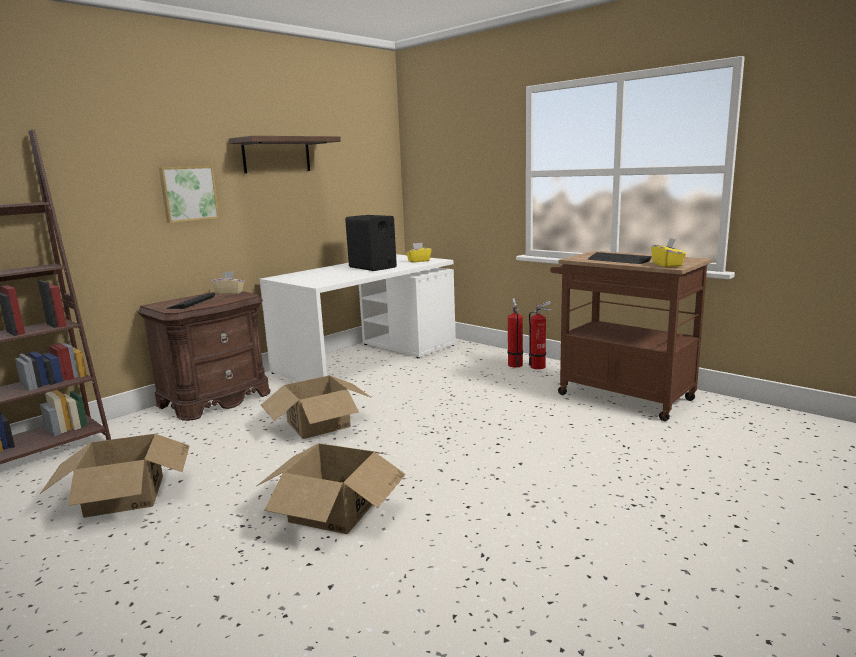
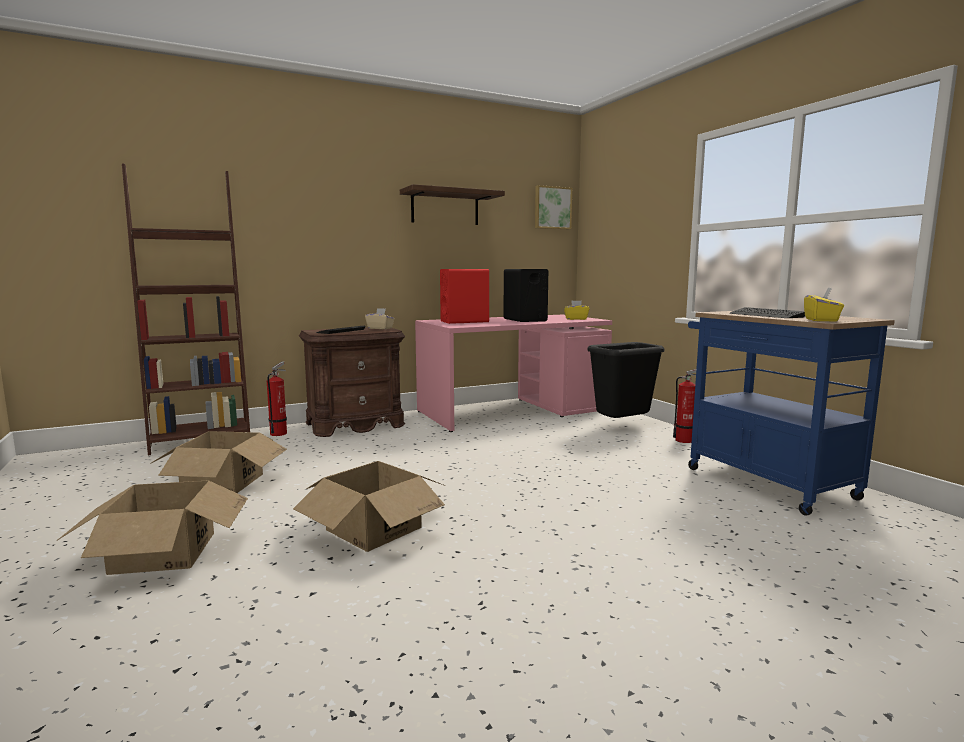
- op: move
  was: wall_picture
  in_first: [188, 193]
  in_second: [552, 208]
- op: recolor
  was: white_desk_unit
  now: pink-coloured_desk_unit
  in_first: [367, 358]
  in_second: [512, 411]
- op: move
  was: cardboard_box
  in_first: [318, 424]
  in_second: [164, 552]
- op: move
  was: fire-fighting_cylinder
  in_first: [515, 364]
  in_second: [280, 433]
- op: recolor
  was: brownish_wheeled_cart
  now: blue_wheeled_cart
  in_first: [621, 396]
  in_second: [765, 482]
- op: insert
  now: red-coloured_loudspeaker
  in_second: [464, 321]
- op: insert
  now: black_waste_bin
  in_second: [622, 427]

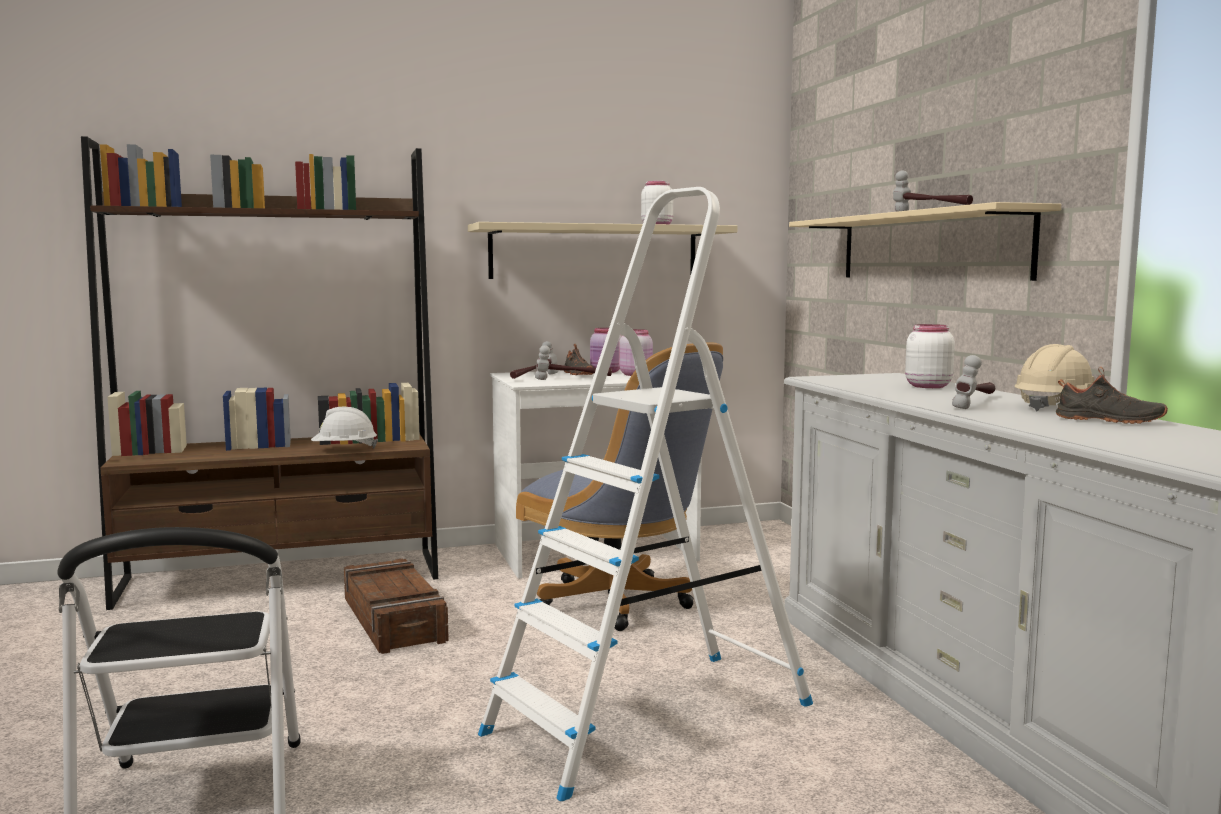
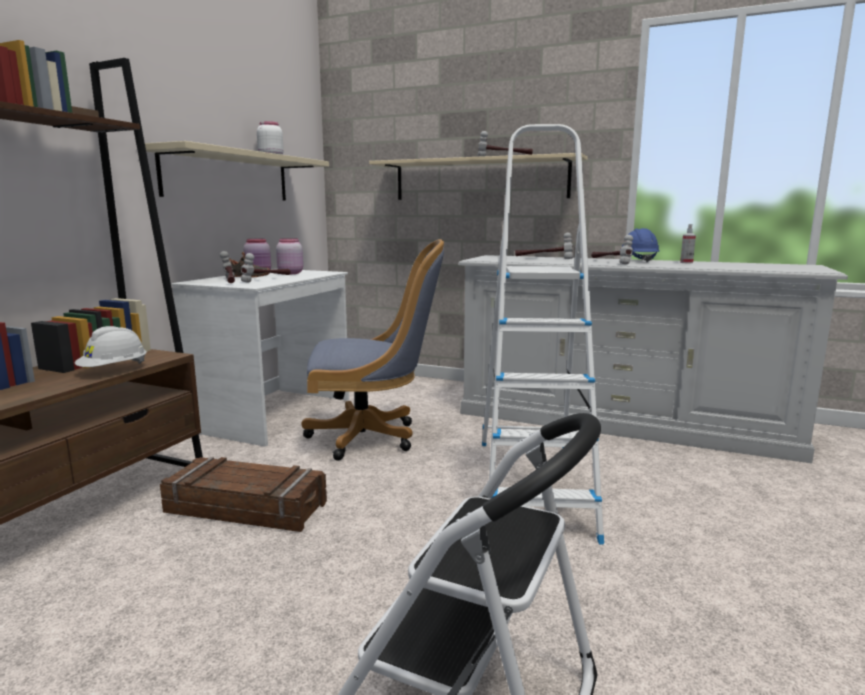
- op: replace
  was: white_storage_jar
  now: tool_hammer
  in_first: [927, 386]
  in_second: [544, 258]
- op: recolor
  was: beige-coloured_work_helmet
  now: blue_work_helmet
  in_first: [1054, 407]
  in_second: [638, 260]
- op: replace
  was: black_shoe
  now: hand_sprayer
  in_first: [1109, 421]
  in_second: [686, 262]

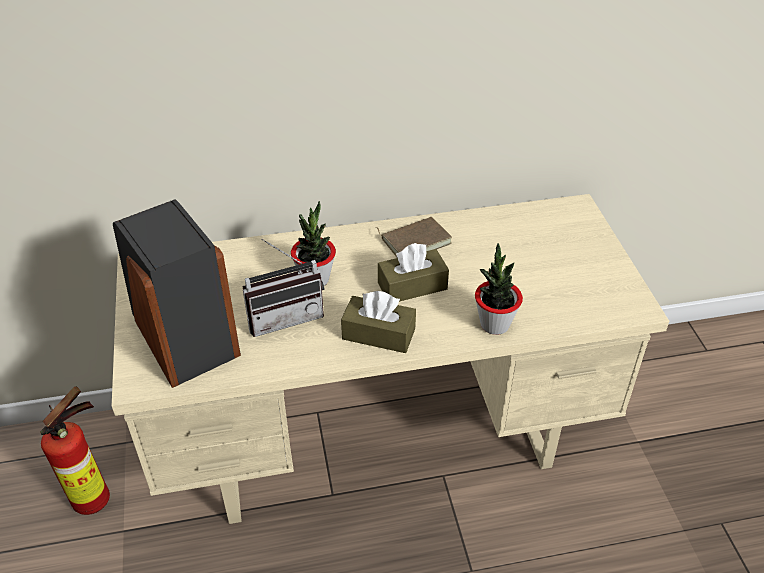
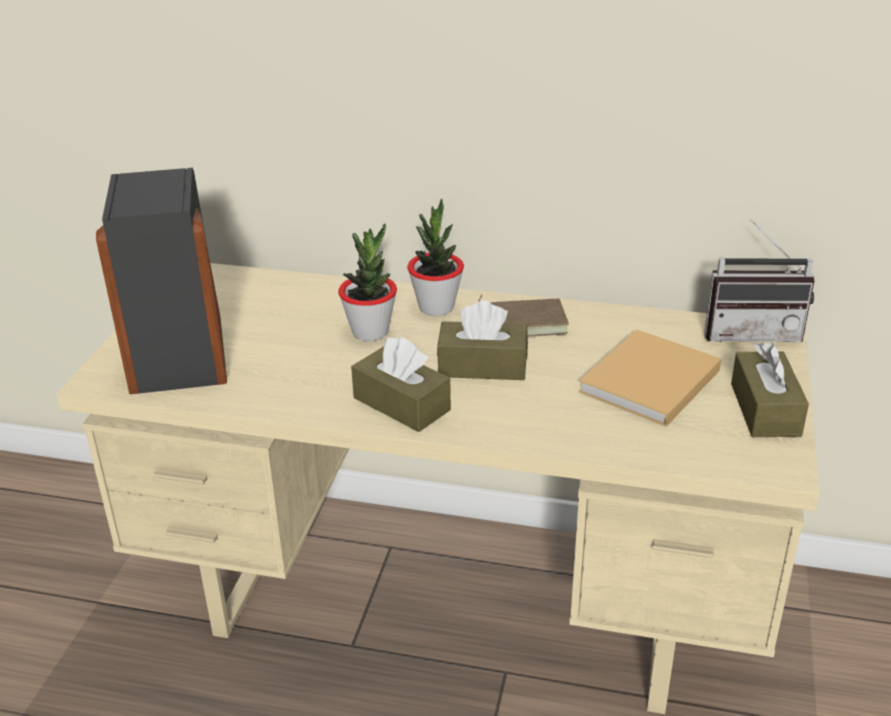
- op: delete
  was: fire-fighting_cylinder
  in_first: [97, 497]
- op: move
  was: radio_receiver
  in_first: [284, 316]
  in_second: [751, 332]
- op: move
  was: houseplant
  in_first: [494, 324]
  in_second: [436, 307]
- op: insert
  now: beige-coloured_book
  in_second: [647, 383]
- op: insert
  now: brownish_tissue_holder
  in_second: [765, 409]

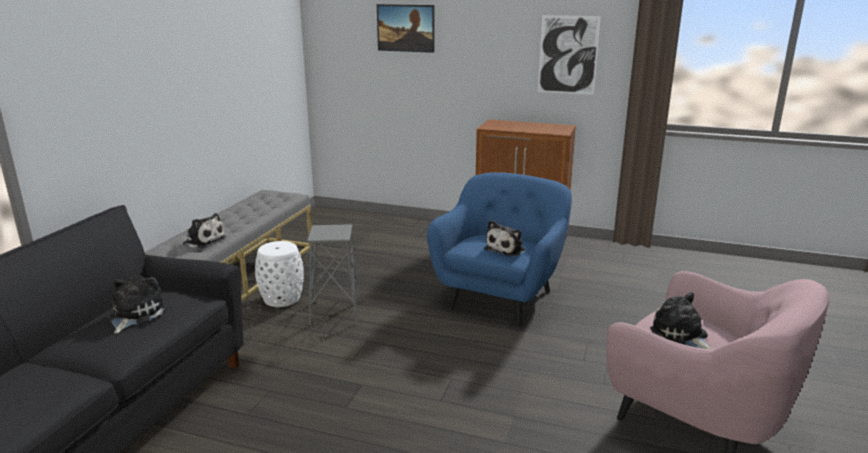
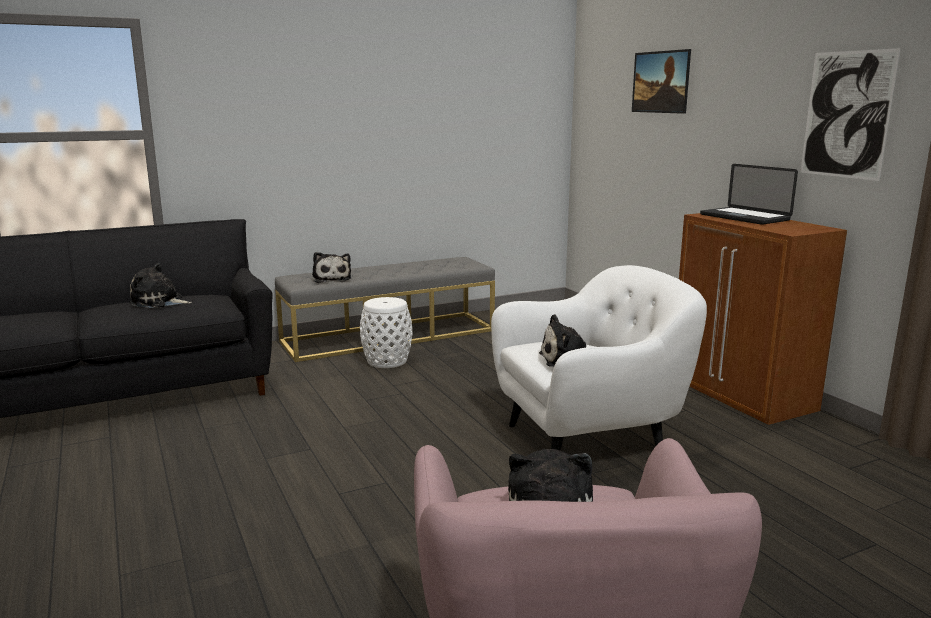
- op: rotate
  was: cuddly_toy
  in_first: [135, 315]
  in_second: [159, 302]
  clockwise: -135
- op: delete
  was: grey_stool_seat
  in_first: [336, 312]
- op: recolor
  was: blue_armchair
  now: white_armchair
  in_first: [501, 297]
  in_second: [589, 437]
- op: insert
  now: portable_computer
  in_second: [744, 217]

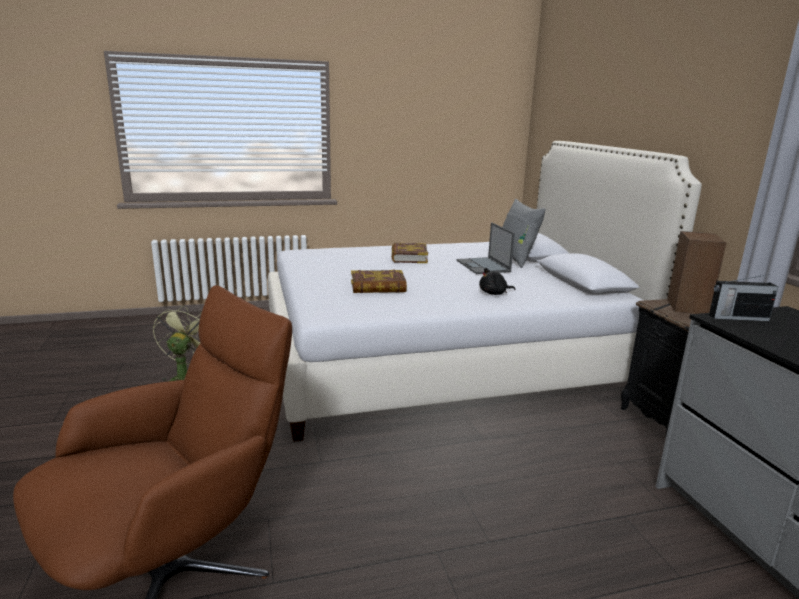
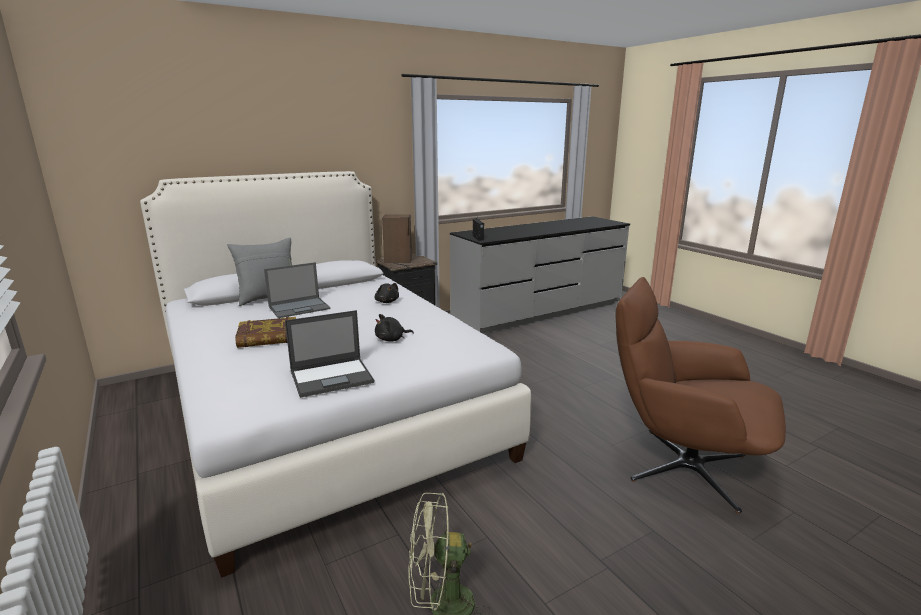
- op: replace
  was: book
  now: black_cuddly_toy
  in_first: [378, 287]
  in_second: [391, 339]
- op: insert
  now: portable_computer
  in_second: [333, 377]

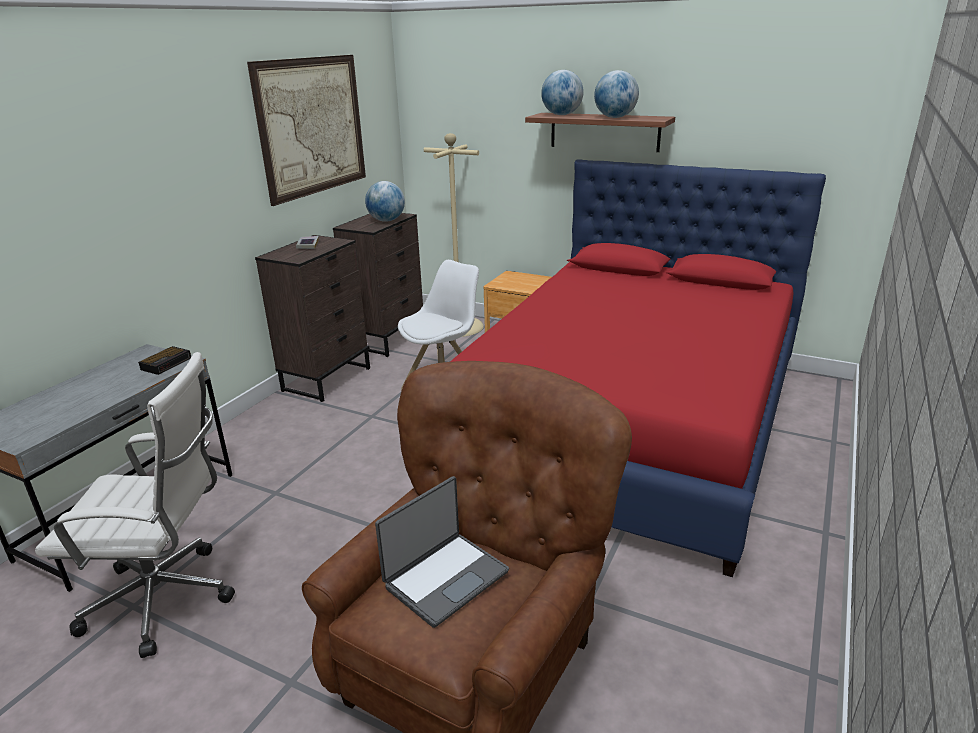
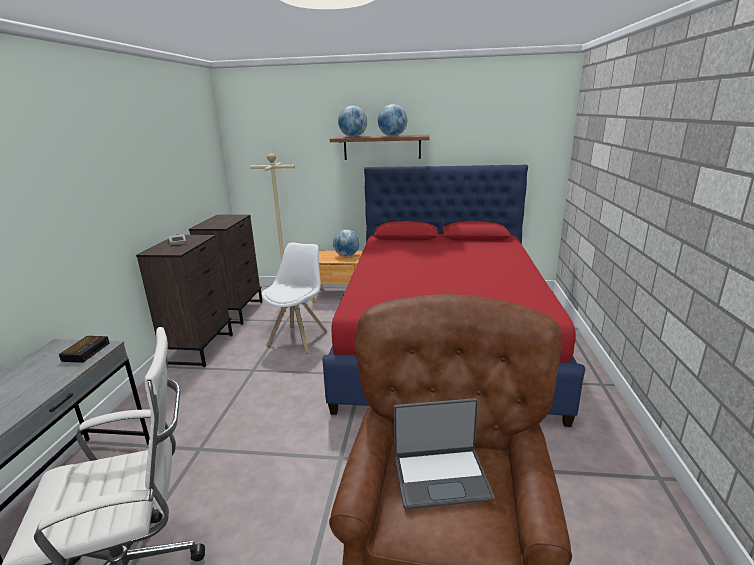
- op: delete
  was: wall_picture
  in_first: [312, 126]
- op: move
  was: world_globe
  in_first: [386, 221]
  in_second: [346, 255]
- op: rotate
  was: portable_computer
  in_first: [445, 578]
  in_second: [441, 477]
  clockwise: 60

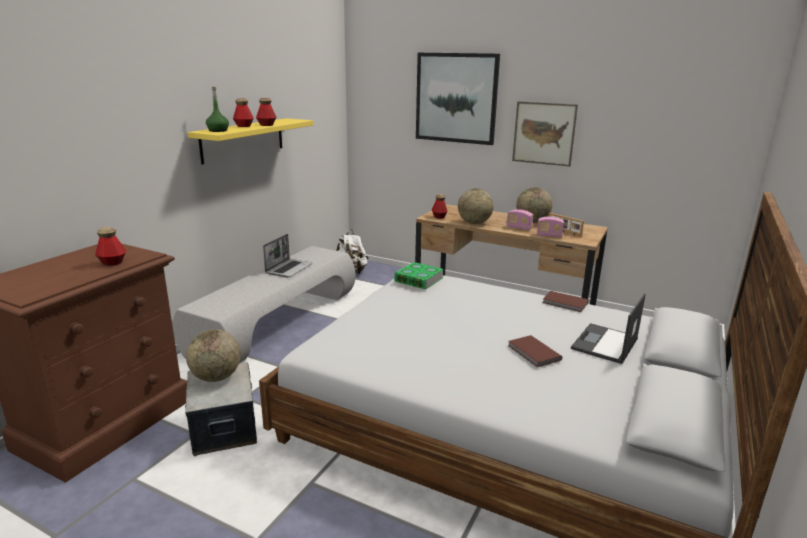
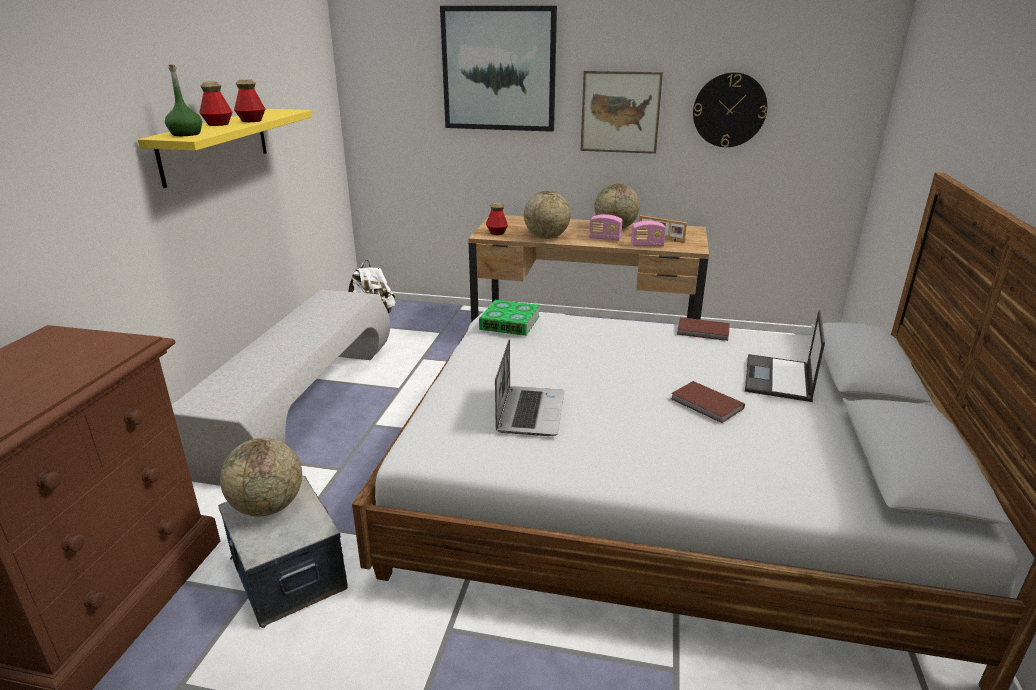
- op: delete
  was: drink_bottle
  in_first: [112, 262]
- op: move
  was: portable_computer
  in_first: [289, 269]
  in_second: [529, 412]
- op: insert
  now: clock_on_the_wall
  in_second: [729, 110]

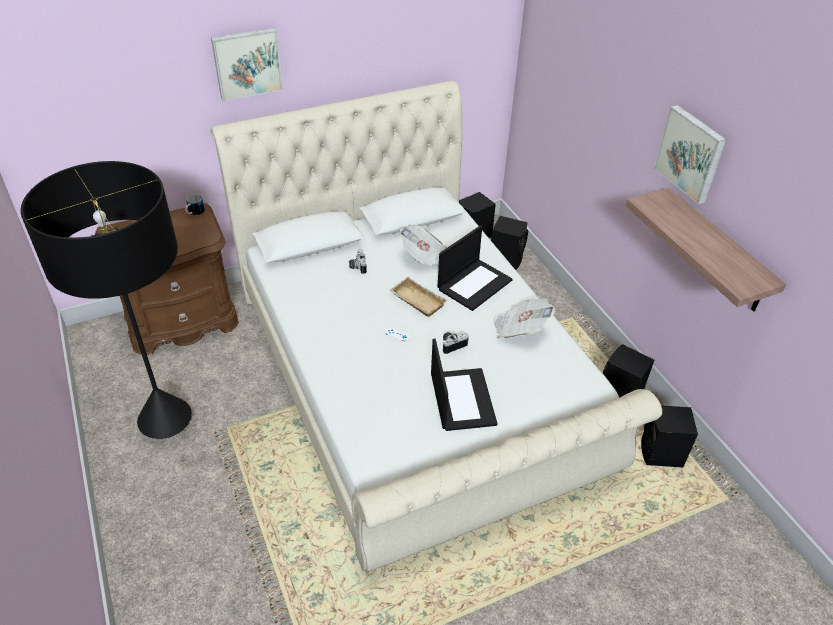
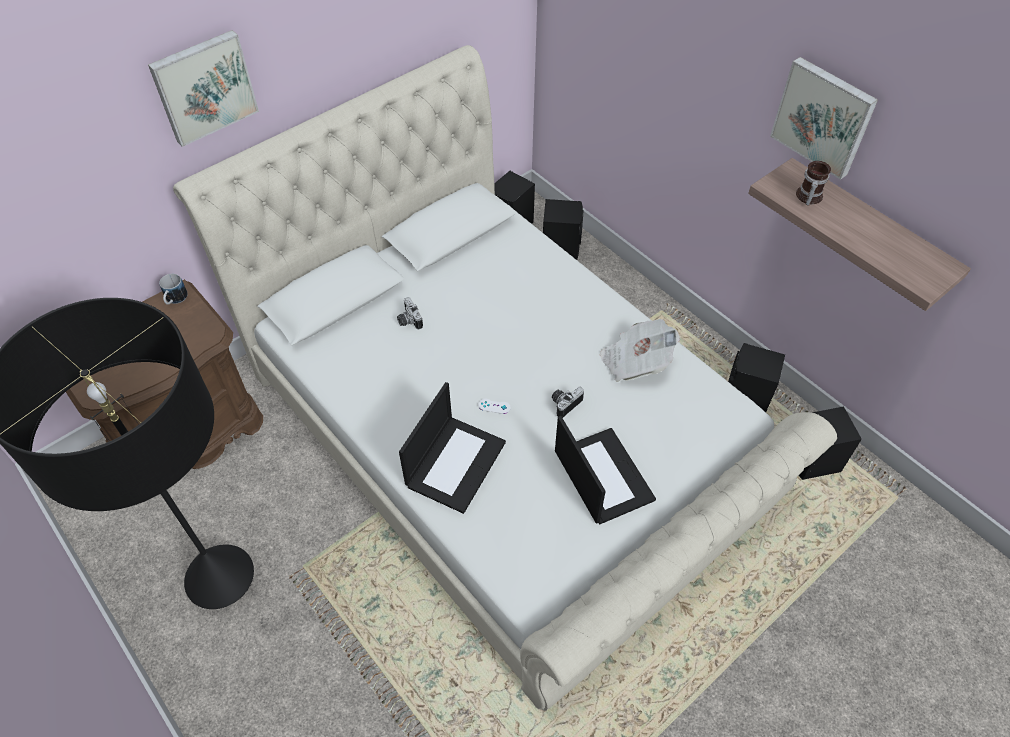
- op: delete
  was: beige-coloured_carrying_tray
  in_first: [416, 301]
- op: delete
  was: newspaper
  in_first: [425, 258]
- op: move
  was: portable_computer
  in_first: [474, 284]
  in_second: [455, 462]
- op: insert
  now: tea_mug
  in_second: [807, 197]

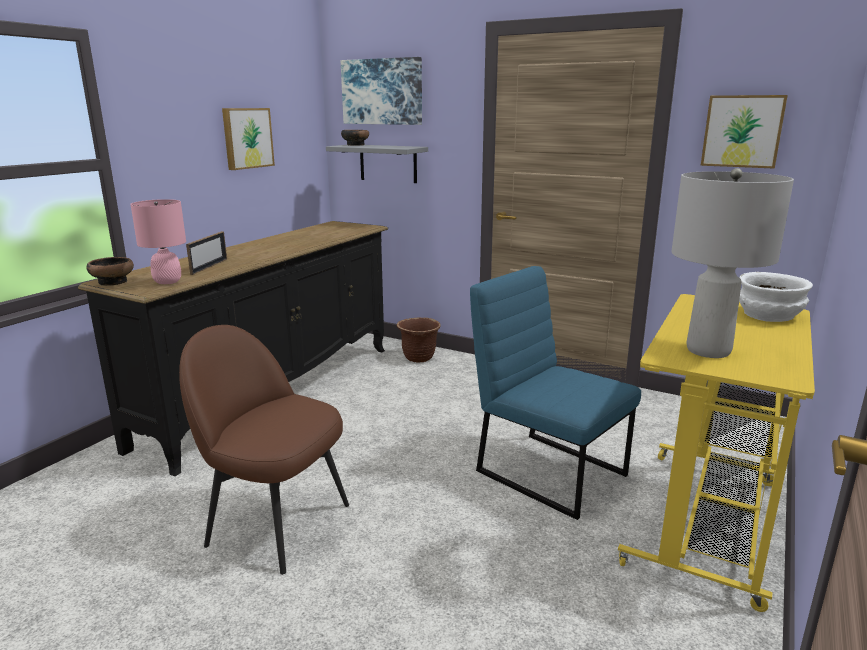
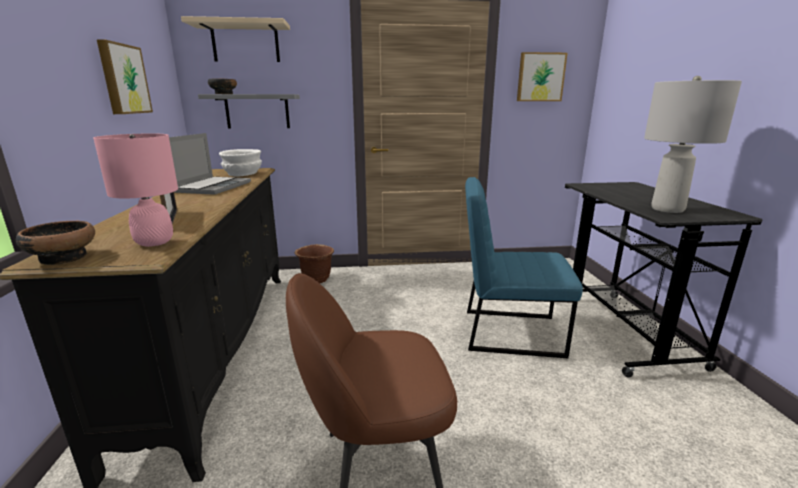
- op: replace
  was: wall_picture
  now: beige-coloured_shelf
  in_first: [382, 92]
  in_second: [245, 43]
- op: recolor
  was: yellow-coloured_desk_unit
  now: black_desk_unit
  in_first: [703, 522]
  in_second: [620, 331]
- op: move
  was: white_bowl
  in_first: [769, 315]
  in_second: [243, 174]
- op: insert
  now: portable_computer
  in_second: [212, 187]

